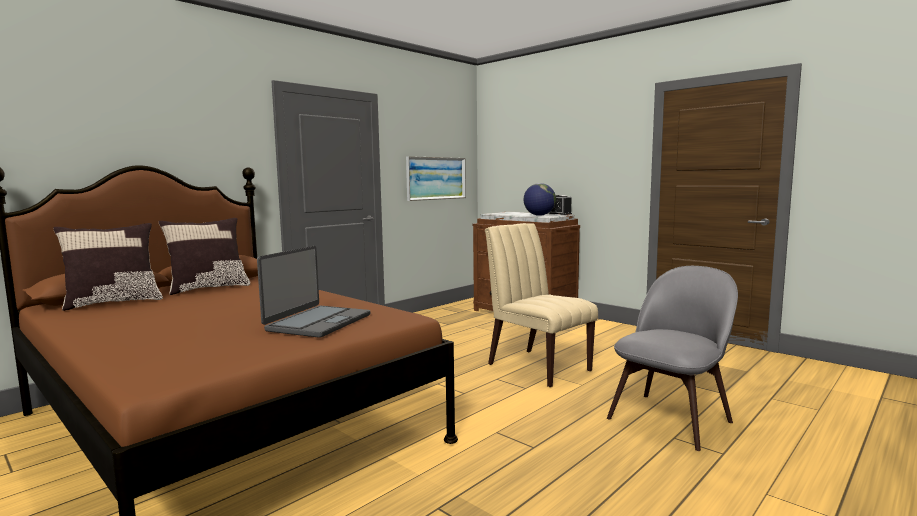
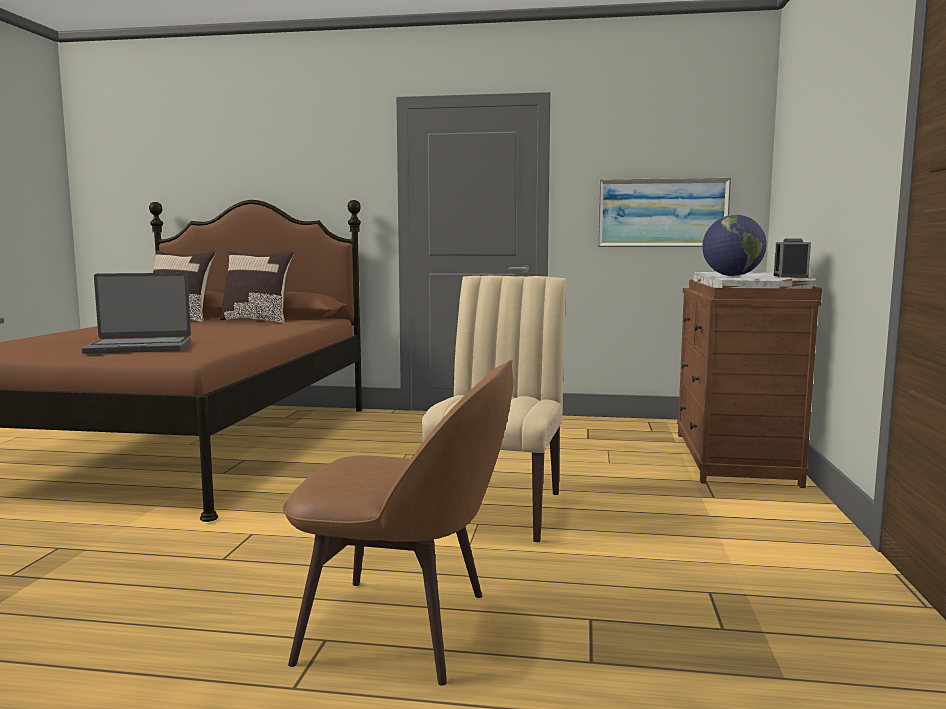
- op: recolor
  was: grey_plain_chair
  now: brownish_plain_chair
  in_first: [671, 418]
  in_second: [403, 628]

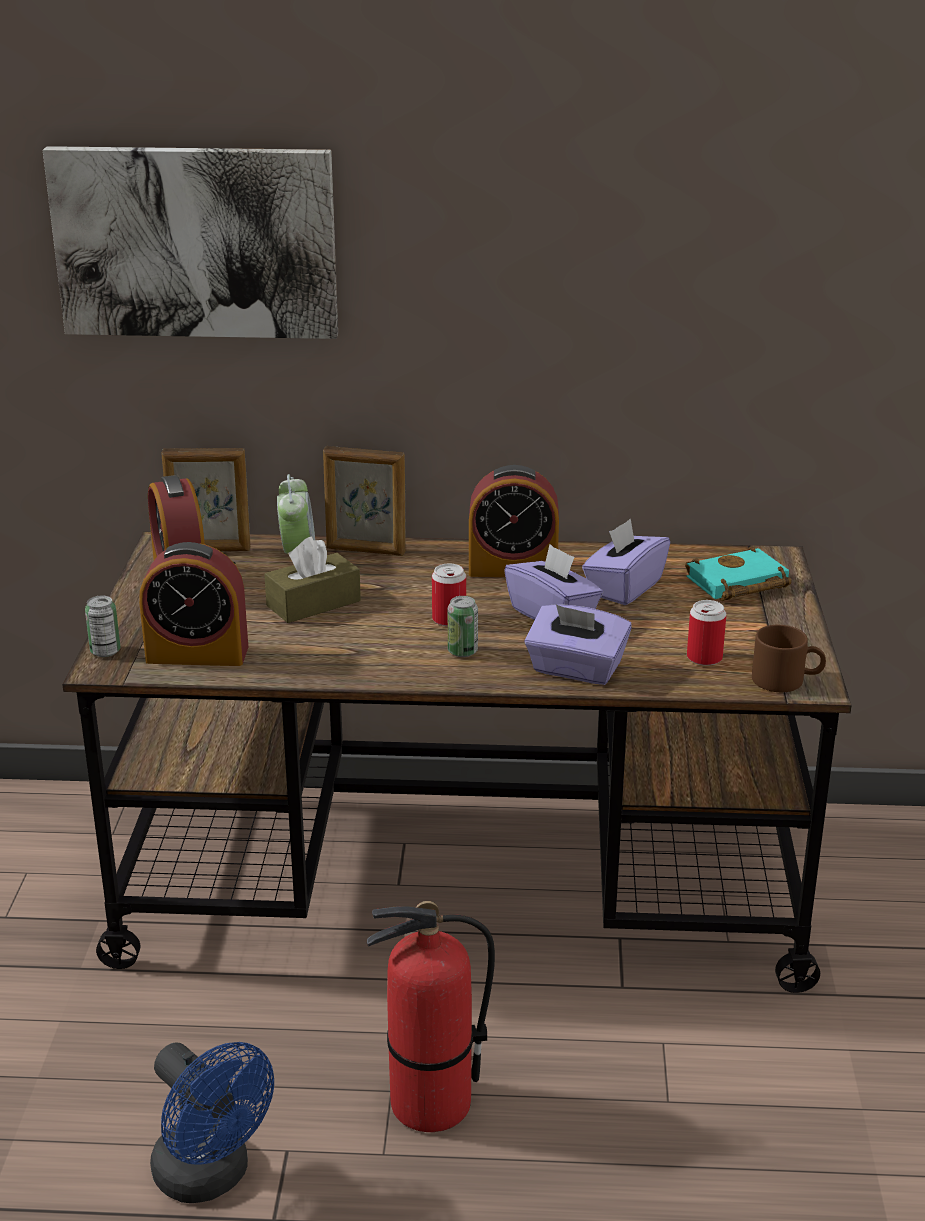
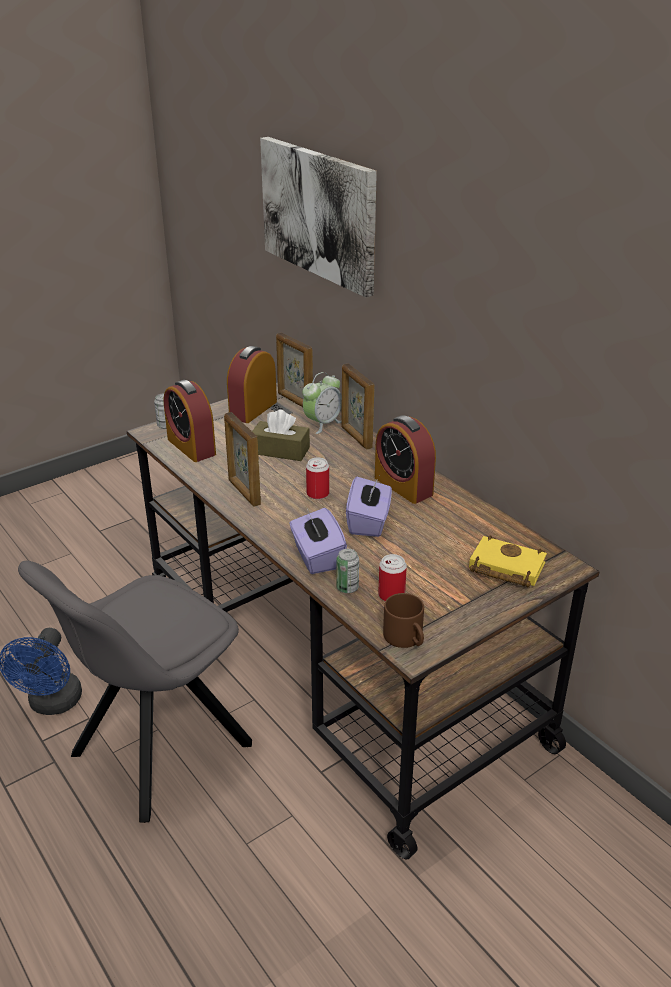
- op: replace
  was: fire-fighting_cylinder
  now: grey_plain_chair
  in_first: [430, 1105]
  in_second: [160, 749]
- op: move
  was: metal_can
  in_first: [462, 651]
  in_second: [347, 588]
- op: delete
  was: purple_tissue_holder
  in_first: [624, 588]
- op: recolor
  was: turquoise-coloured_book
  now: yellow-coloured_book
  in_first: [736, 584]
  in_second: [504, 567]
- op: insert
  now: standing_frame
  in_second: [244, 492]

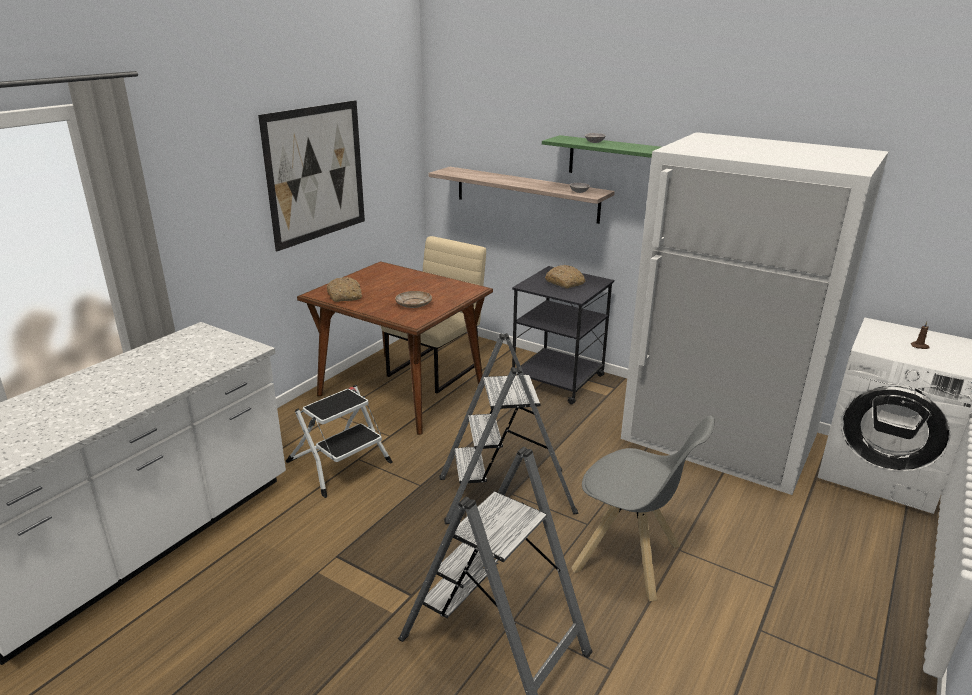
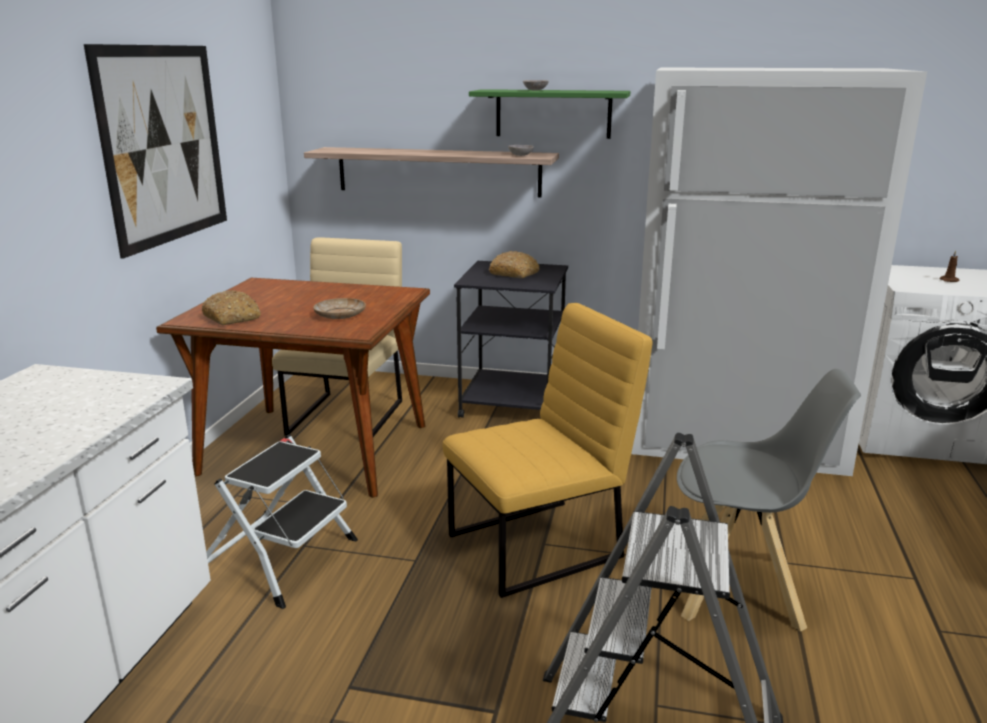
- op: replace
  was: grey_step_stool
  now: yellow-coloured_plain_chair
  in_first: [508, 494]
  in_second: [540, 545]

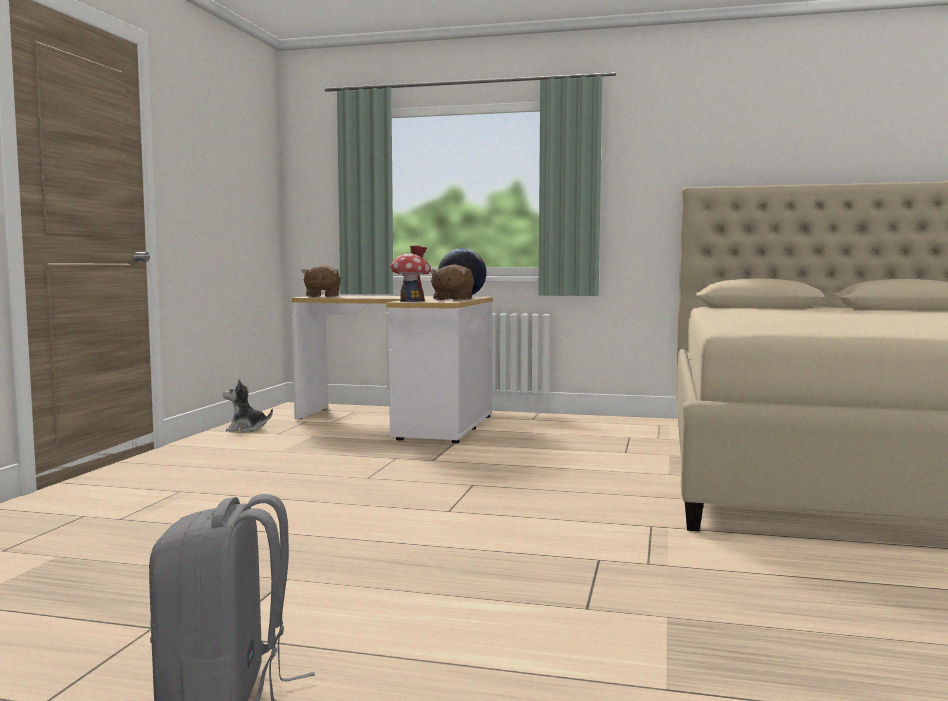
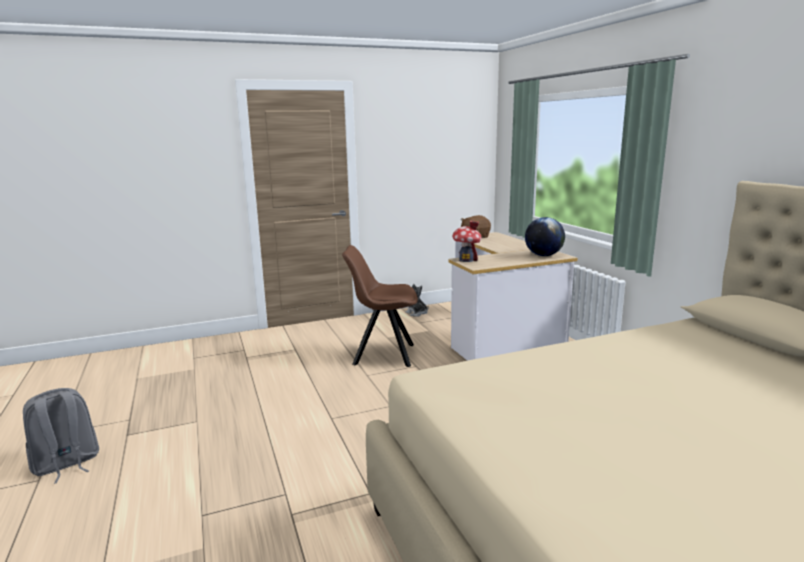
- op: delete
  was: brownish_cuddly_toy
  in_first: [452, 299]
- op: insert
  now: brownish_plain_chair
  in_second: [383, 355]

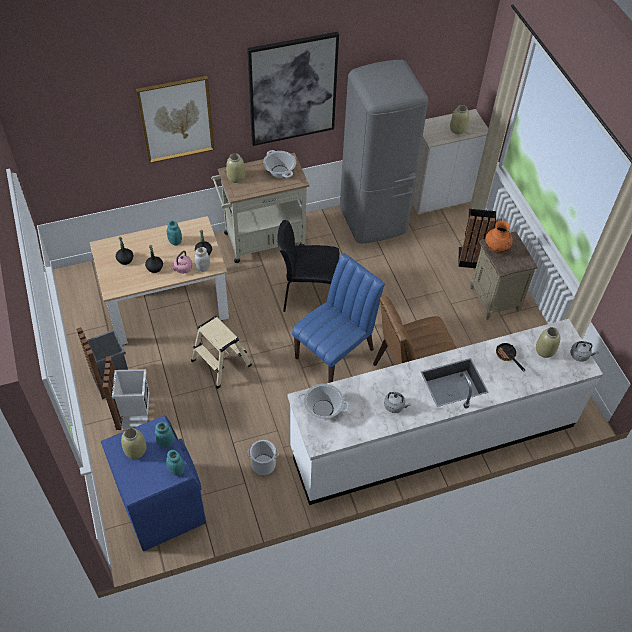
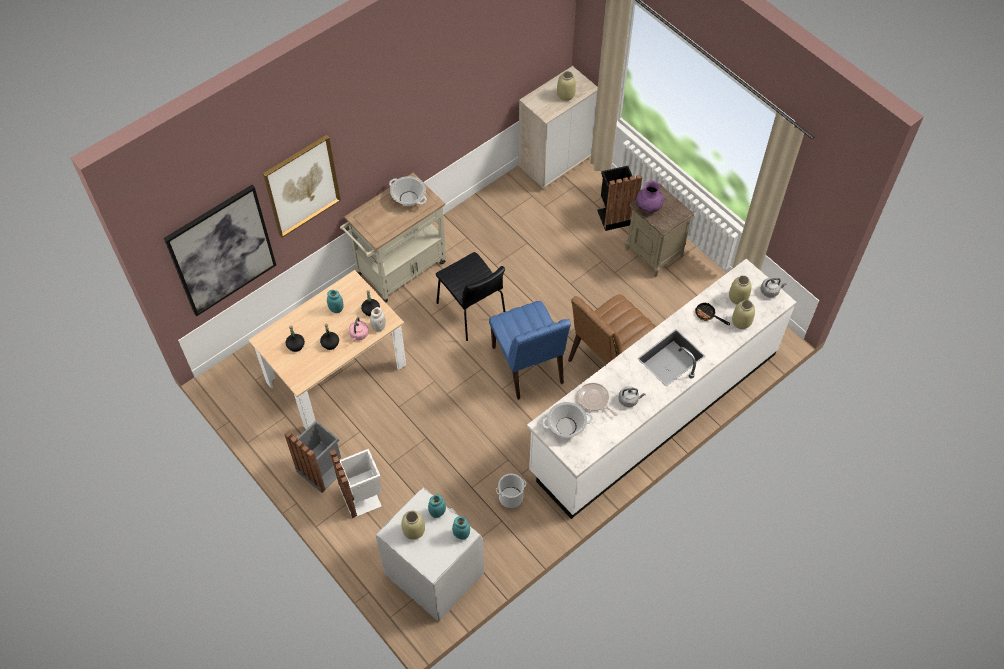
- op: recolor
  was: blue_washing_machine
  now: white_washing_machine
  in_first: [163, 505]
  in_second: [435, 572]
- op: delete
  was: beige-coloured_step_stool
  in_first: [221, 363]
- op: move
  was: beige-coloured_vase
  in_first: [236, 178]
  in_second: [741, 322]
- op: move
  was: wall_picture
  in_first: [292, 89]
  in_second: [222, 251]
- op: rotate
  was: black_plain_chair
  in_first: [308, 295]
  in_second: [473, 312]
  clockwise: -105
- op: rotate
  was: blue_plain_chair
  in_first: [334, 354]
  in_second: [527, 364]
  clockwise: 135
- op: delete
  was: grey_kitchen_fridge
  in_first: [375, 221]
- op: recolor
  was: orangey_vase
  now: purple_vase
  in_first: [496, 248]
  in_second: [649, 207]
- op: insert
  now: frying_pan
  in_second: [594, 400]

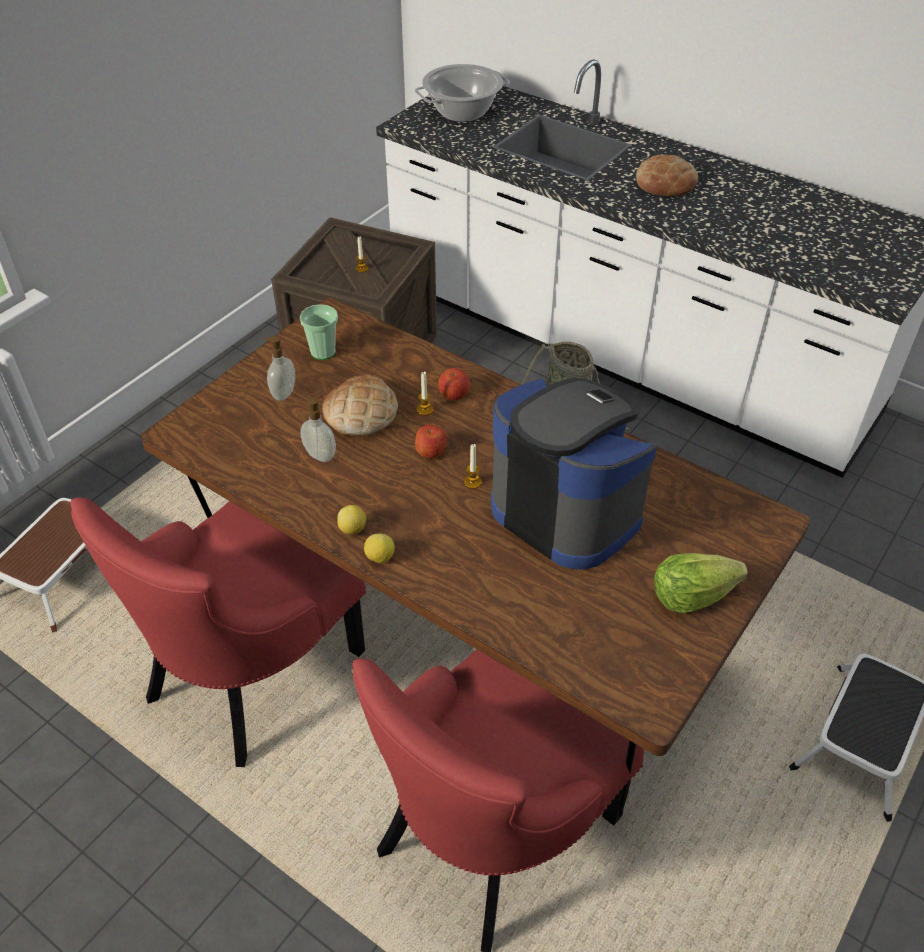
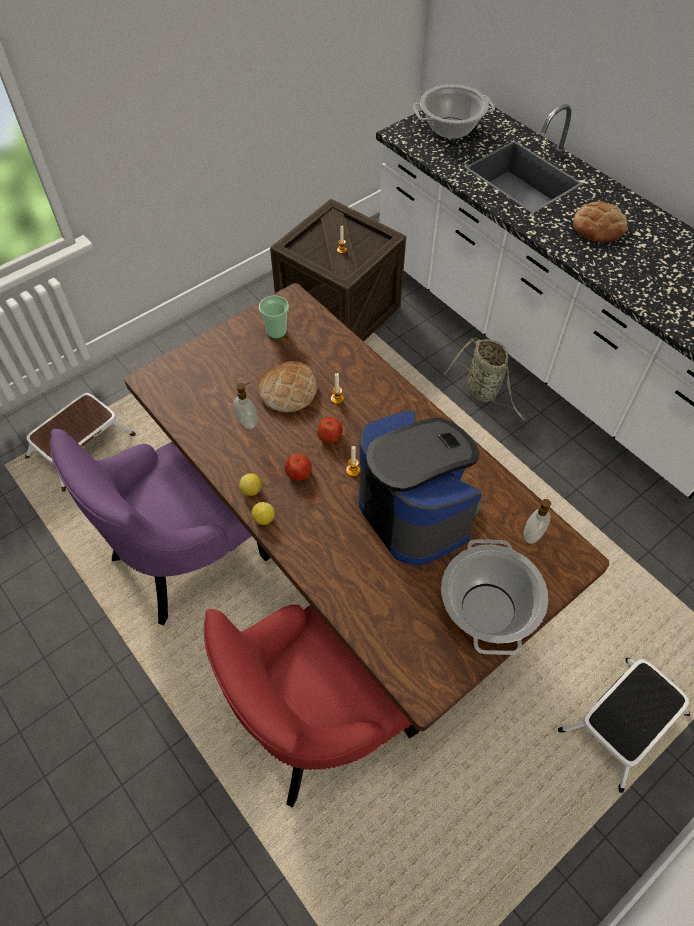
- op: recolor
  was: red-coloured_plain_chair
  now: purple_plain_chair
  in_first: [255, 669]
  in_second: [191, 553]
- op: move
  was: soap_dispenser
  in_first: [283, 393]
  in_second: [531, 534]
- op: move
  was: whole_apple
  in_first: [454, 394]
  in_second: [299, 473]
- op: replace
  was: head_of_lettuce
  now: saucepot
  in_first: [690, 596]
  in_second: [487, 608]

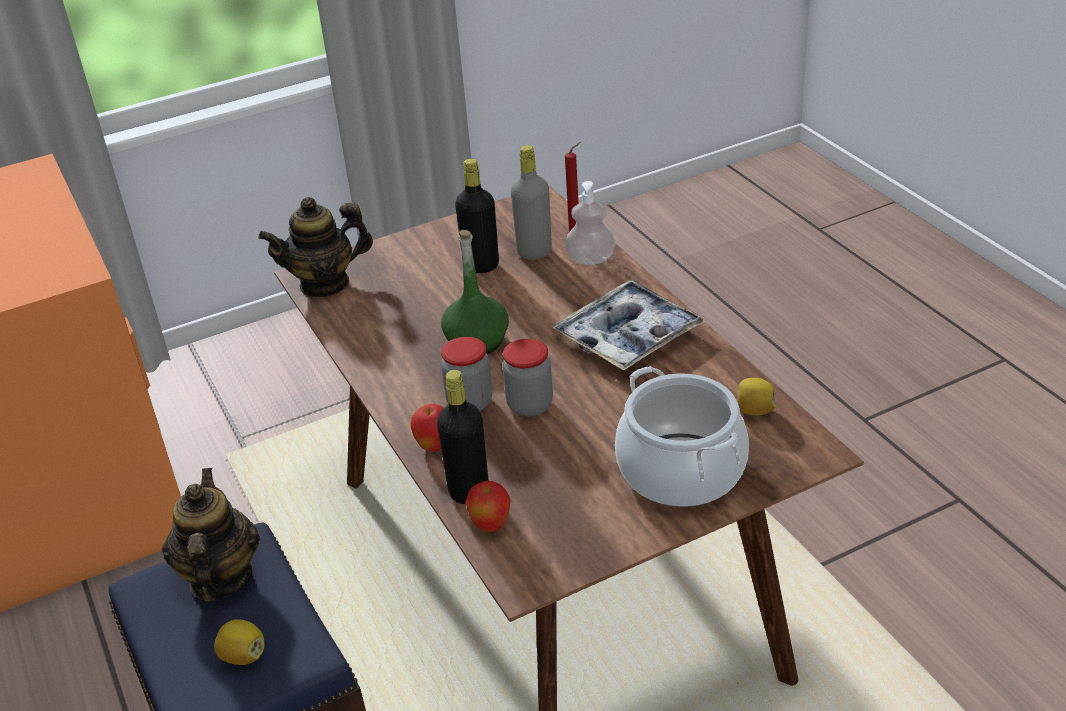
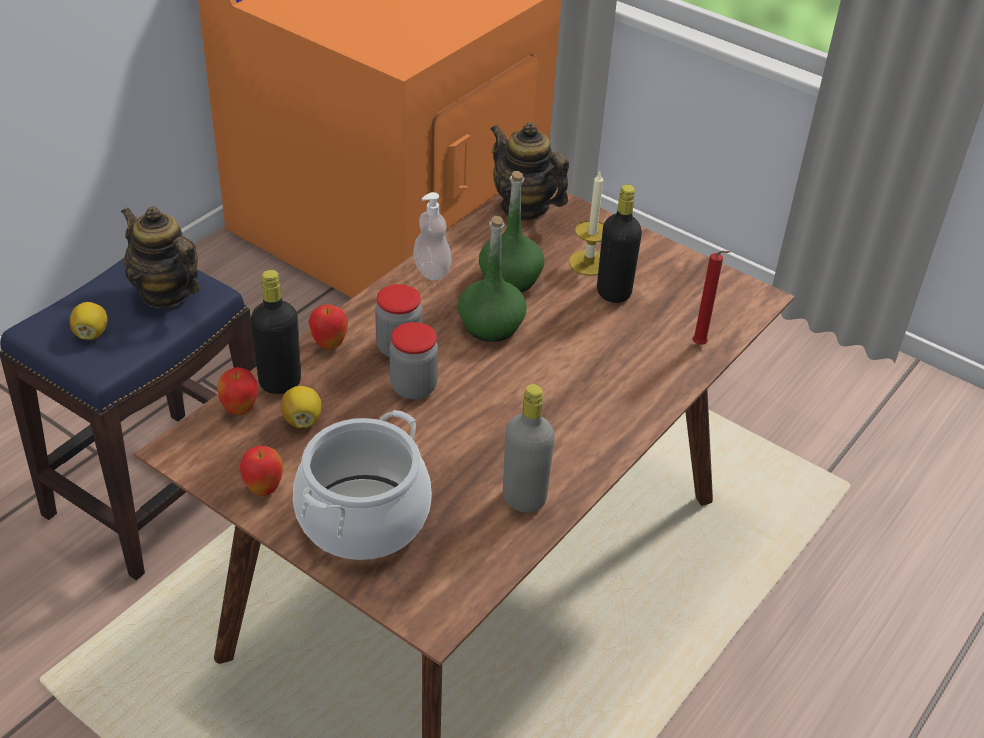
- op: rotate
  was: tea_pot
  in_first: [220, 578]
  in_second: [166, 292]
  clockwise: -105
- op: move
  was: grey_drink_bottle
  in_first: [534, 252]
  in_second: [524, 498]
- op: delete
  was: carrying_tray
  in_first: [628, 336]
- op: move
  was: soap_dispenser
  in_first: [590, 259]
  in_second: [432, 271]
- op: move
  was: lemon
  in_first: [754, 410]
  in_second: [302, 420]
- op: insert
  now: whole_apple
  in_second: [264, 489]
- op: insert
  now: greenish_drink_bottle
  in_second: [510, 279]
- op: insert
  now: wax_light
  in_second: [589, 263]

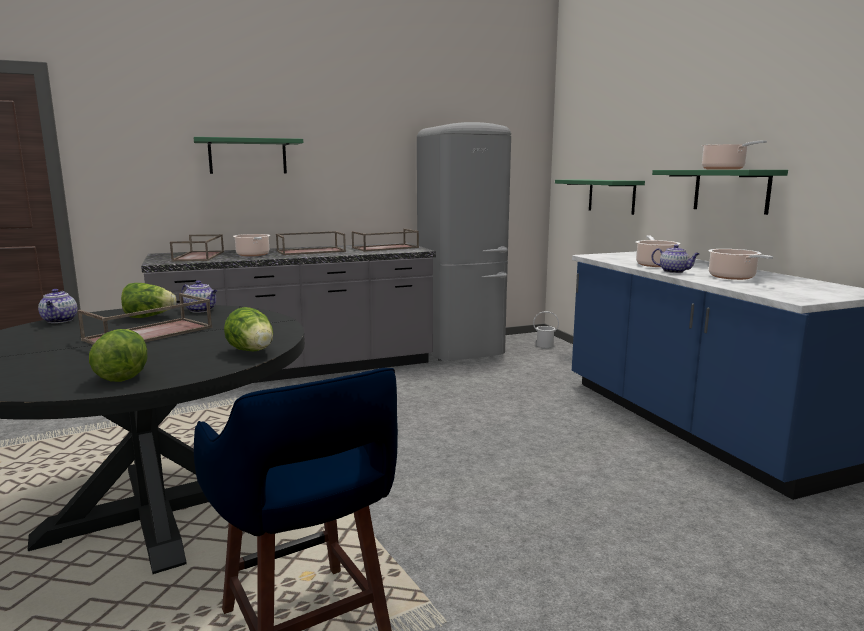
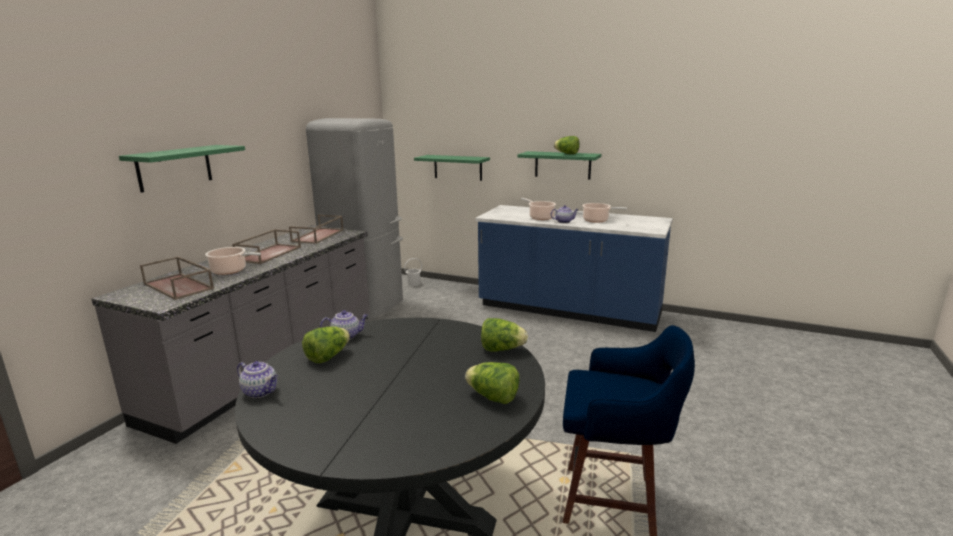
- op: delete
  was: brownish_carrying_tray
  in_first: [148, 334]
- op: replace
  was: saucepot
  now: head_of_lettuce
  in_first: [725, 169]
  in_second: [567, 154]

